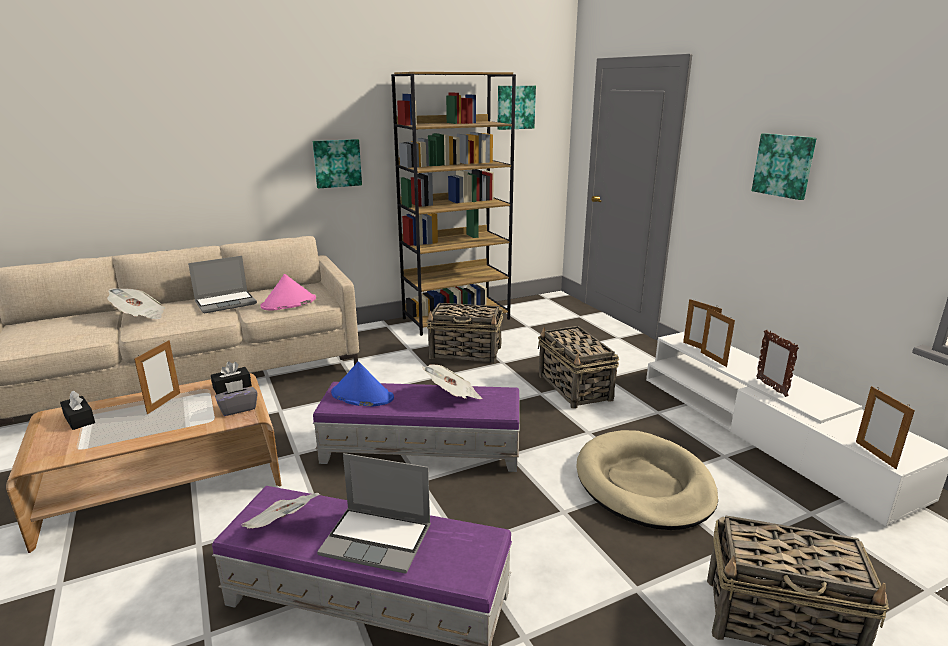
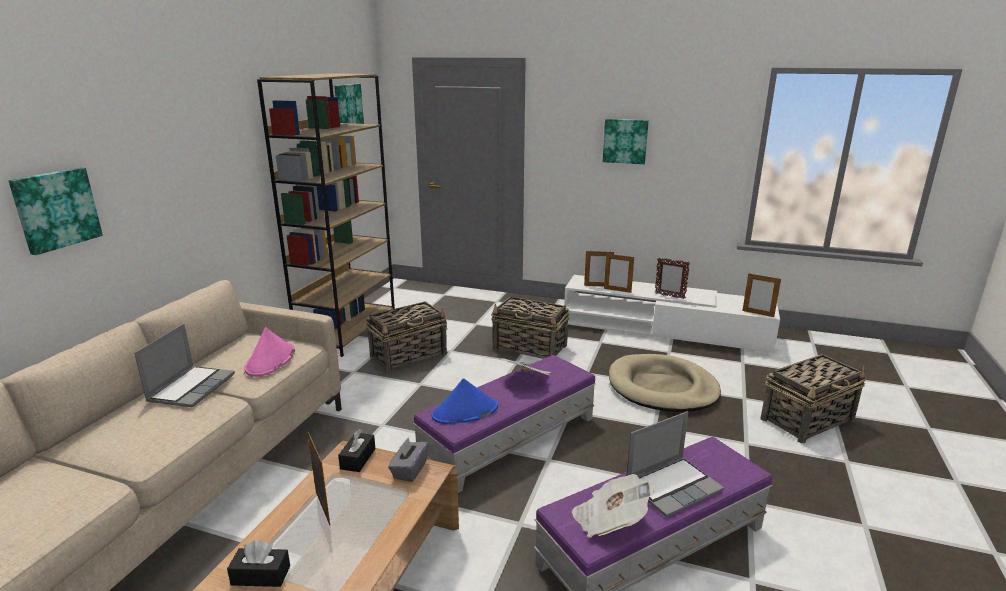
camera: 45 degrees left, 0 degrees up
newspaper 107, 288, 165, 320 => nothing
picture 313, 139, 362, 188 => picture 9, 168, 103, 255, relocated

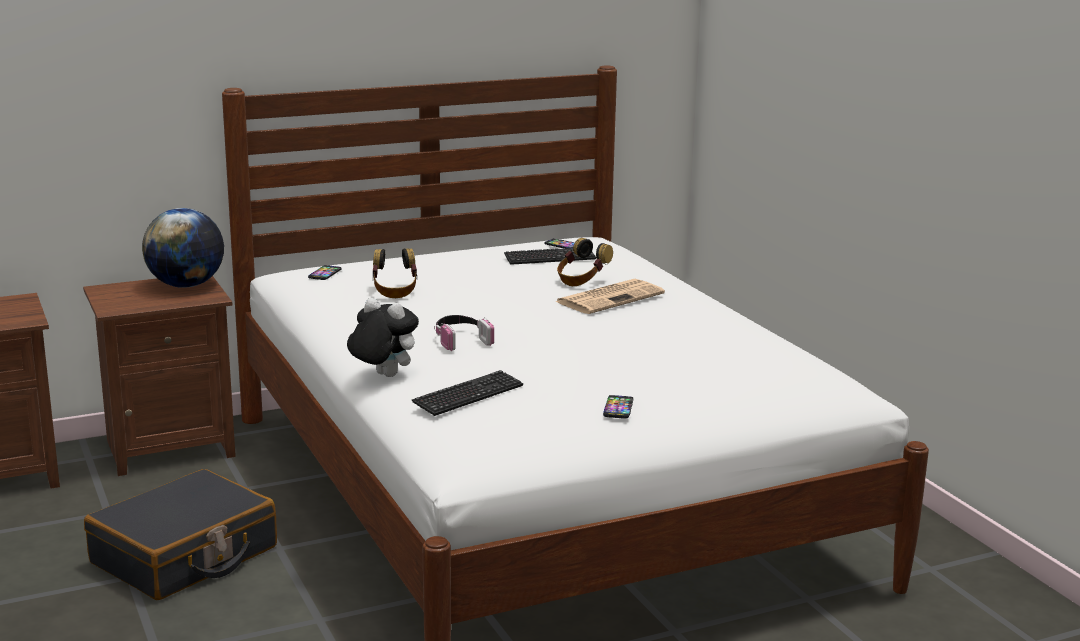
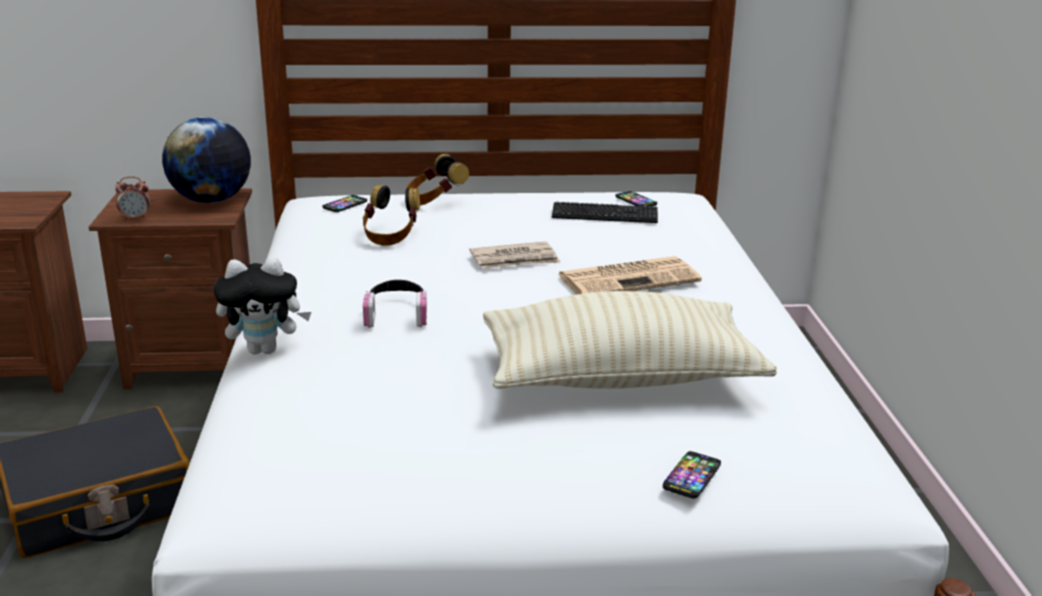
camera: 20 degrees right, 5 degrees up
plush toy 347, 298, 419, 377 => plush toy 214, 258, 311, 354, 120 degrees clockwise
keyboard 412, 370, 523, 416 => nothing
headphones 557, 238, 613, 286 => headphones 406, 154, 469, 205, relocated
phone 603, 395, 633, 419 => phone 663, 451, 721, 499, relocated
nothing => alarm clock 115, 177, 150, 221
nothing => newspaper 470, 242, 560, 269
nothing => beige pillow 483, 291, 777, 389

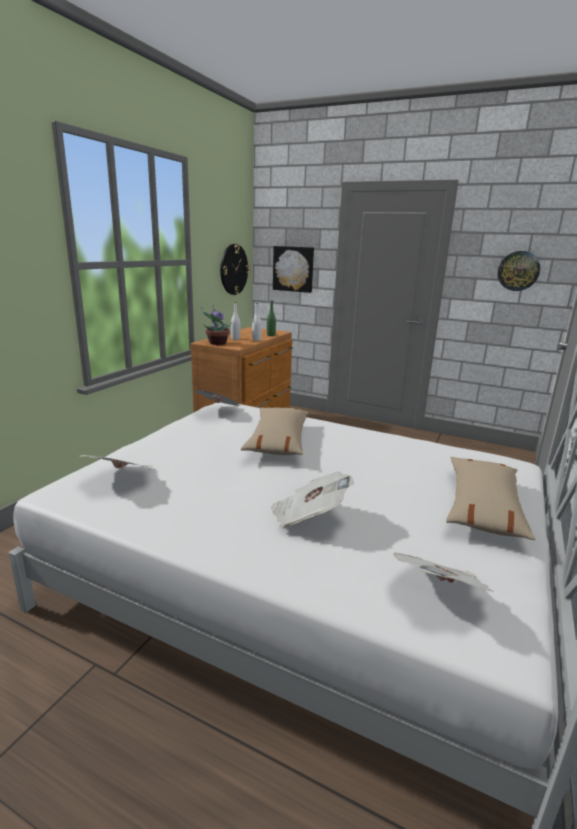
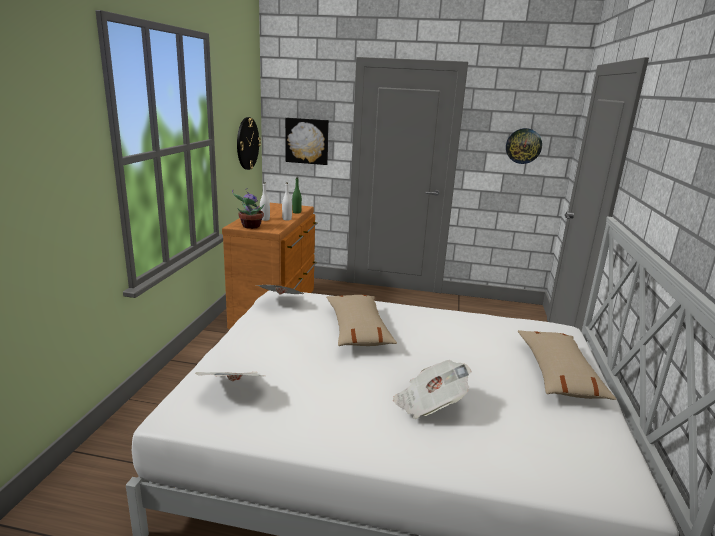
camera: 15 degrees left, 0 degrees up
newspaper 393, 553, 495, 593 => nothing

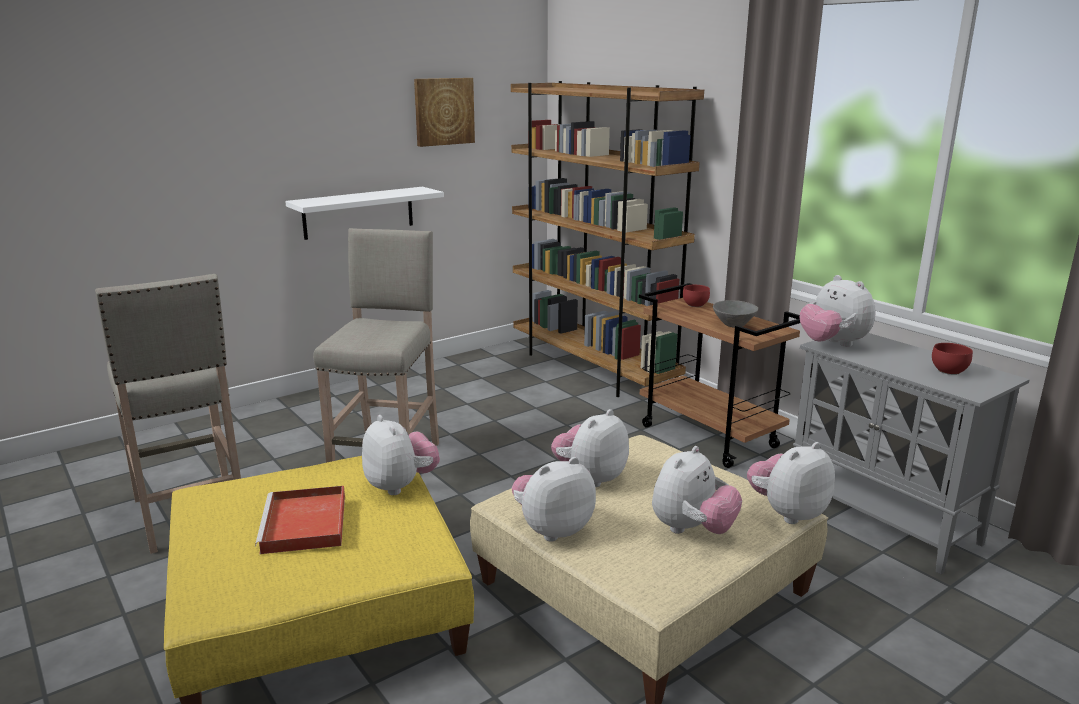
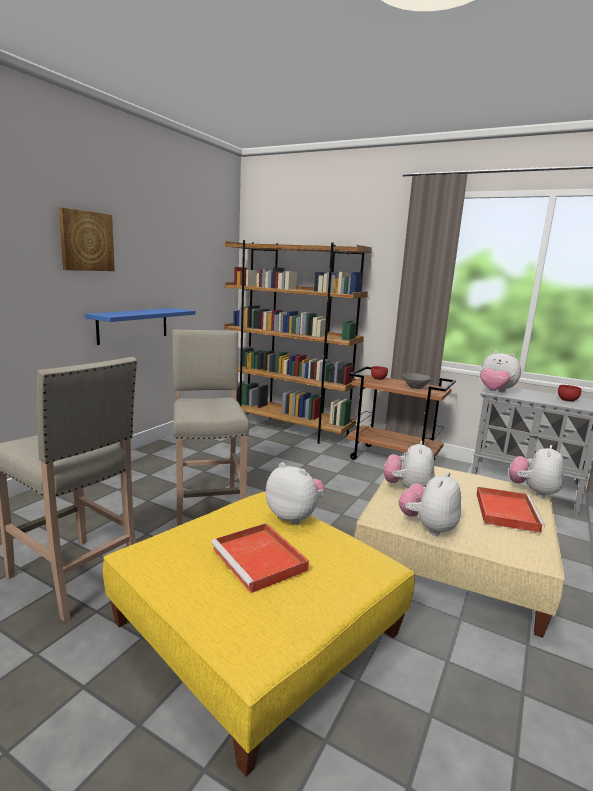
camera: 25 degrees left, 5 degrees down
white shelf 285, 187, 444, 240 => blue shelf 85, 308, 196, 345
picture 414, 78, 475, 147 => picture 59, 207, 115, 271, relocated
plush toy 652, 446, 742, 534 => red tray 477, 487, 545, 533

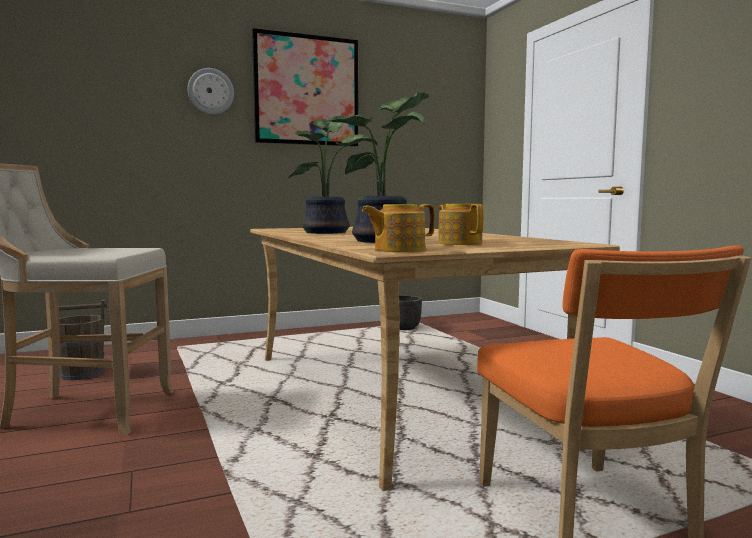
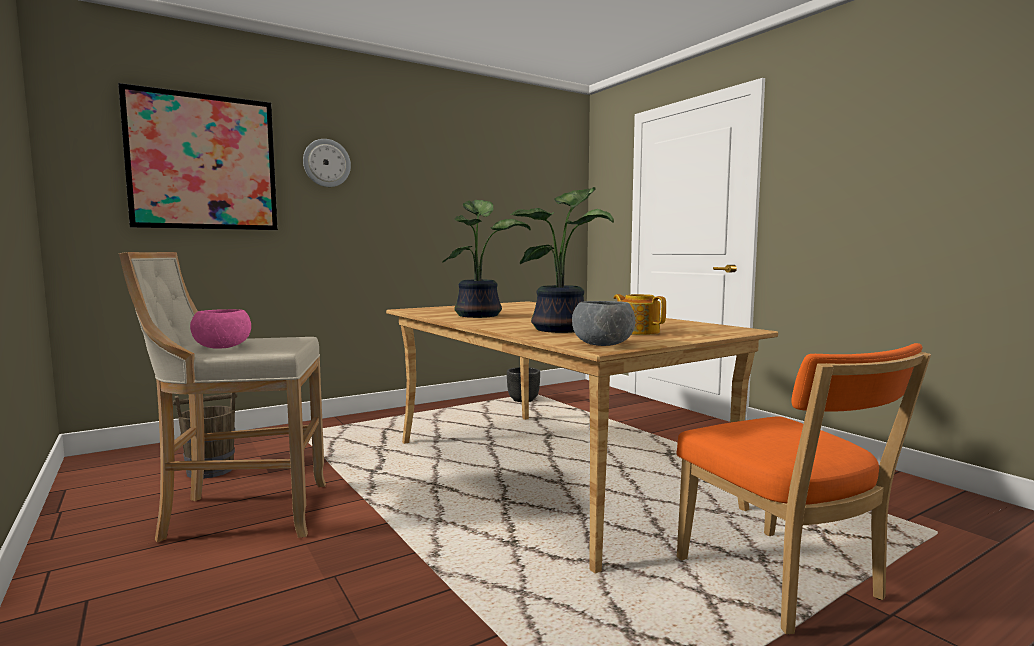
camera: 10 degrees left, 0 degrees up
picture 252, 28, 358, 147 => picture 118, 83, 278, 230, relocated
teapot 362, 204, 435, 252 => grey bowl 572, 301, 635, 346
nothing => pink bowl 190, 309, 251, 349

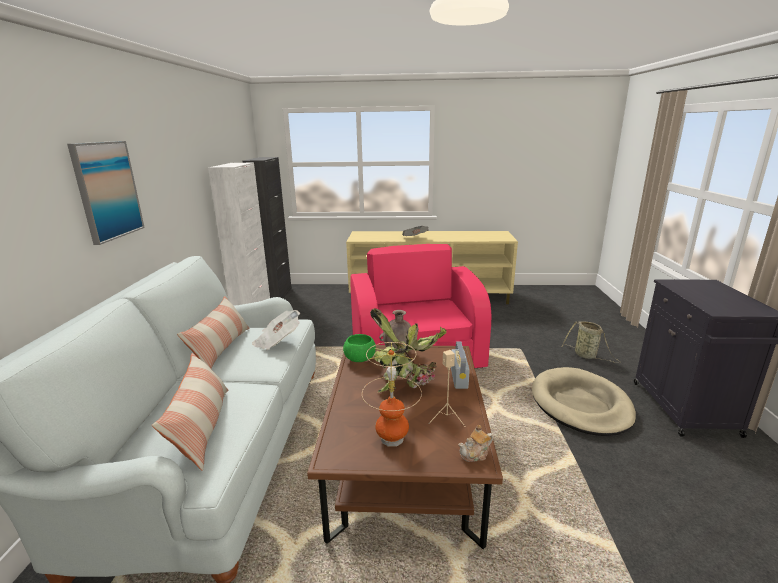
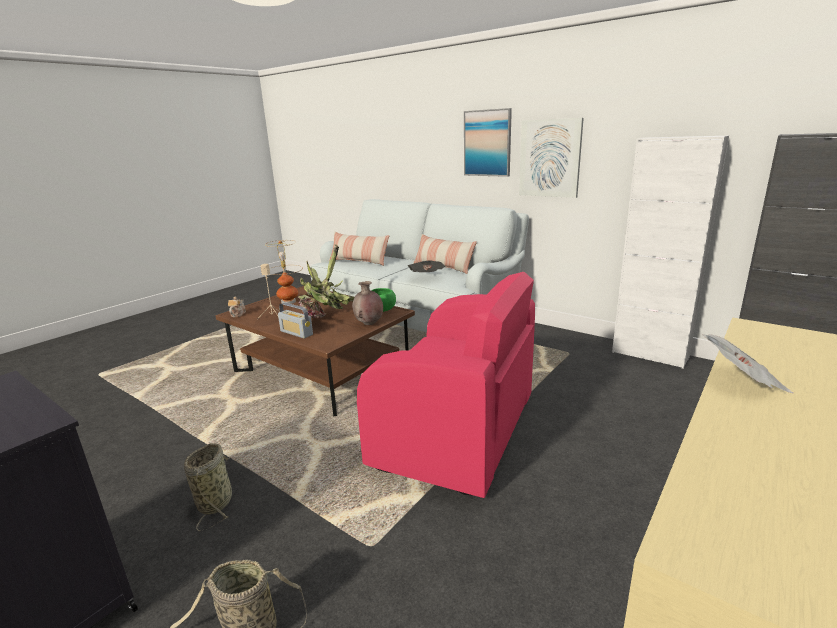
camera: 125 degrees right, 0 degrees up
beige dog bed 532, 367, 636, 436 => basket 184, 443, 232, 531
nothing => picture 519, 118, 584, 198

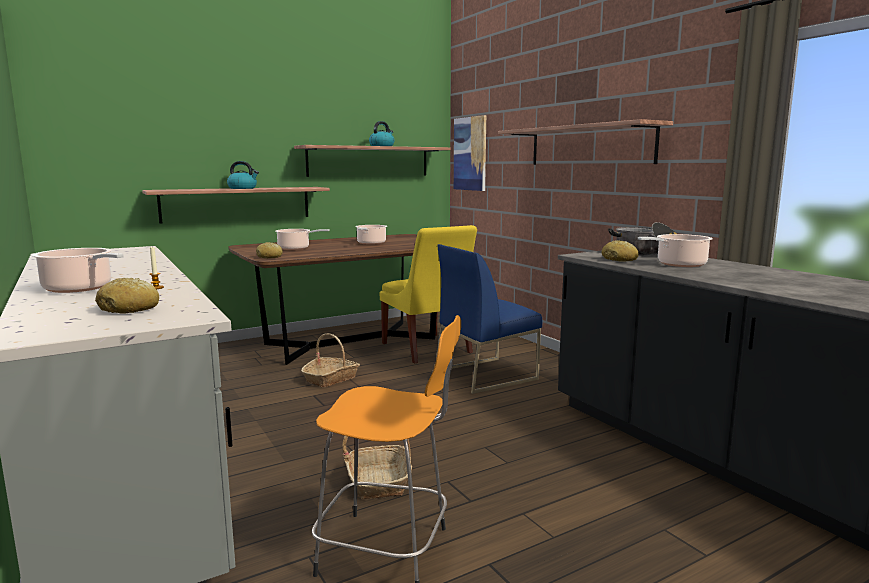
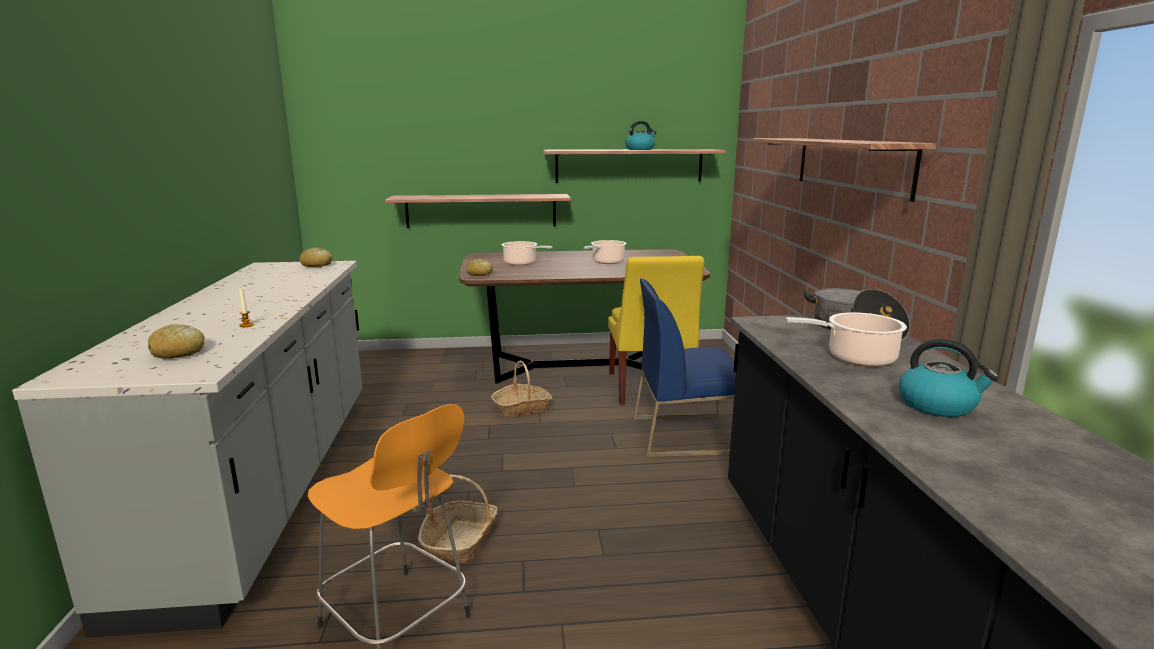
camera: 25 degrees right, 5 degrees up
cooking pot 32, 248, 124, 293 => nothing
kettle 227, 161, 259, 189 => kettle 899, 339, 999, 417, relocated
picture 454, 115, 486, 191 => nothing
bread 601, 240, 639, 262 => bread 300, 247, 332, 267, relocated

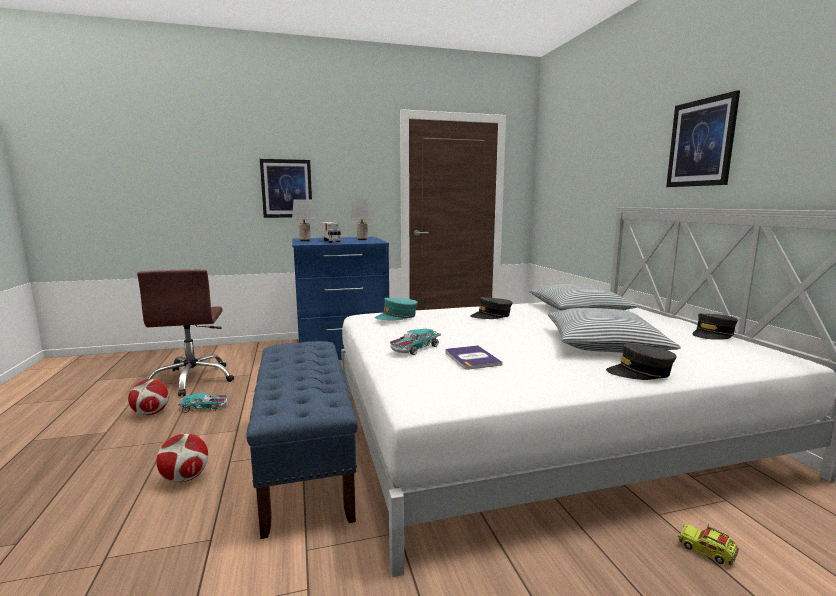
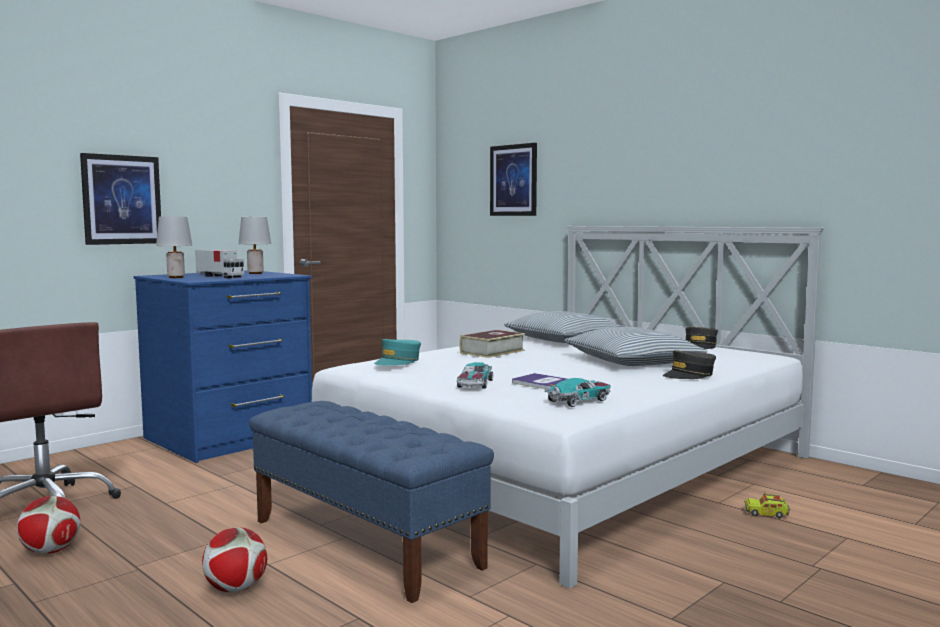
camera: 30 degrees left, 5 degrees down
toy car 178, 393, 227, 413 => toy car 545, 378, 611, 407, relocated
grey cap 470, 297, 512, 319 => book 459, 330, 525, 358
picture 666, 90, 740, 187 => picture 490, 143, 537, 216, relocated

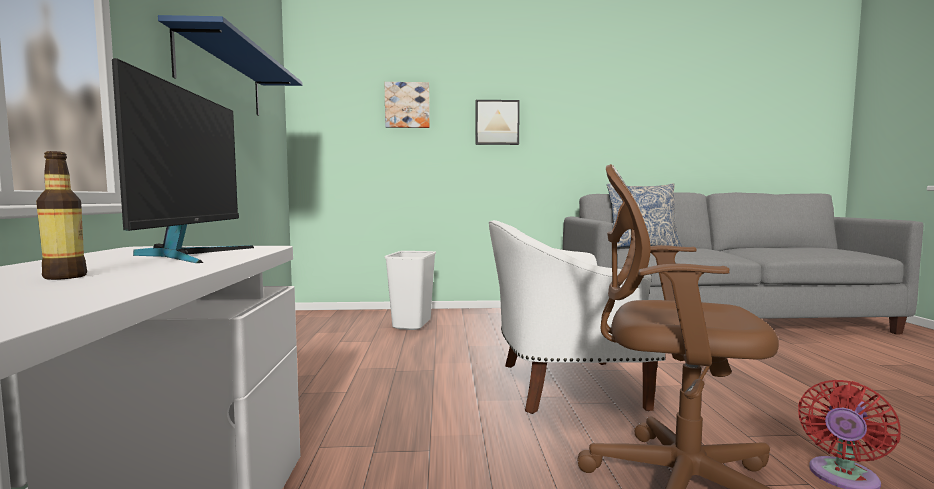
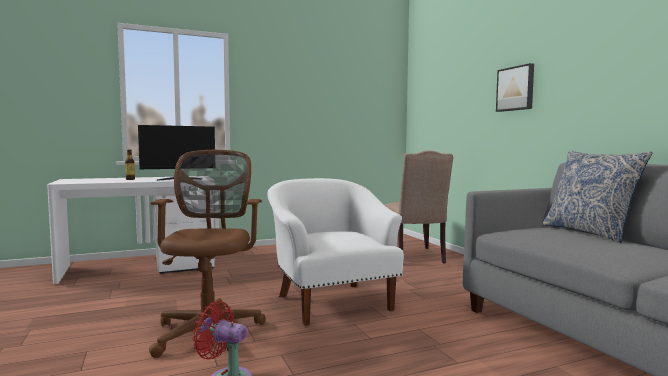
camera: 70 degrees right, 0 degrees up
blue shelf 158, 15, 303, 115 => nothing
picture 385, 82, 430, 128 => nothing
white trash can 385, 251, 436, 330 => beige chair 384, 150, 453, 265

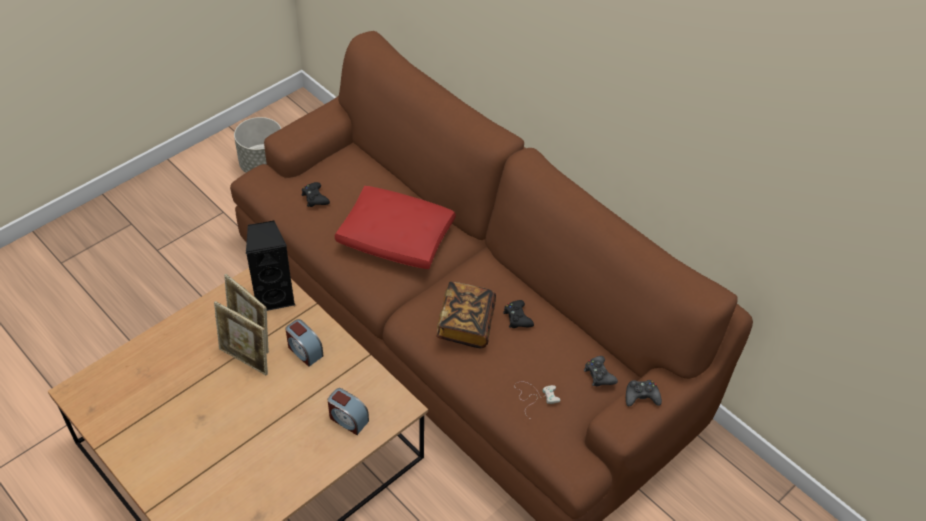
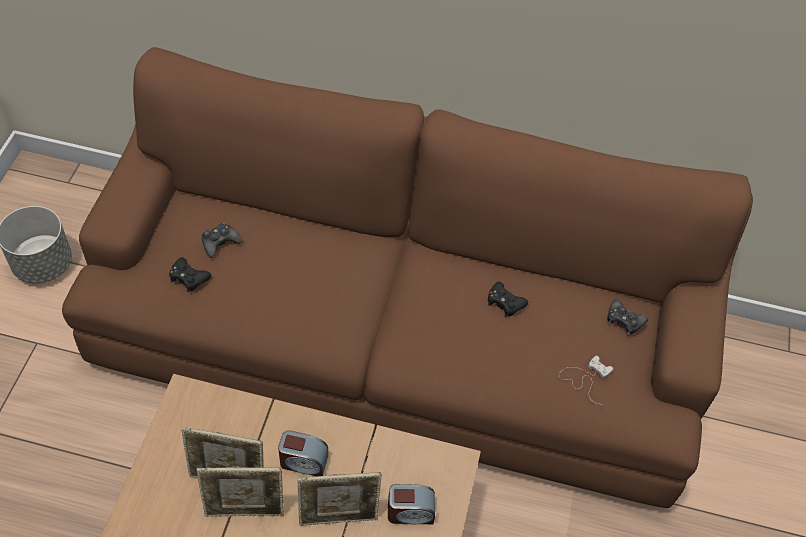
camera: 35 degrees left, 5 degrees up
black speaker 246, 221, 295, 311 => nothing
red pillow 335, 186, 456, 269 => nothing
book 436, 281, 496, 349 => nothing
black game controller 626, 380, 662, 406 => black game controller 202, 223, 242, 258, relocated
nothing => picture frame 297, 472, 382, 526

